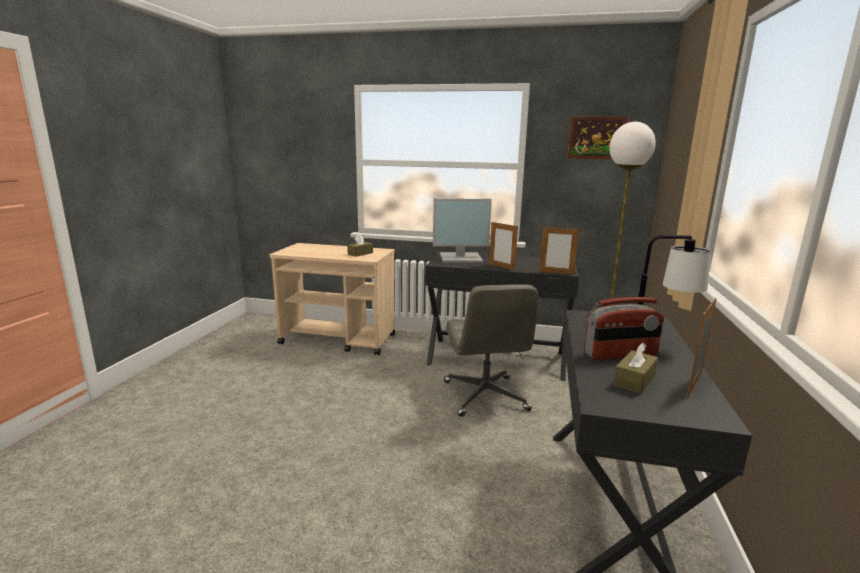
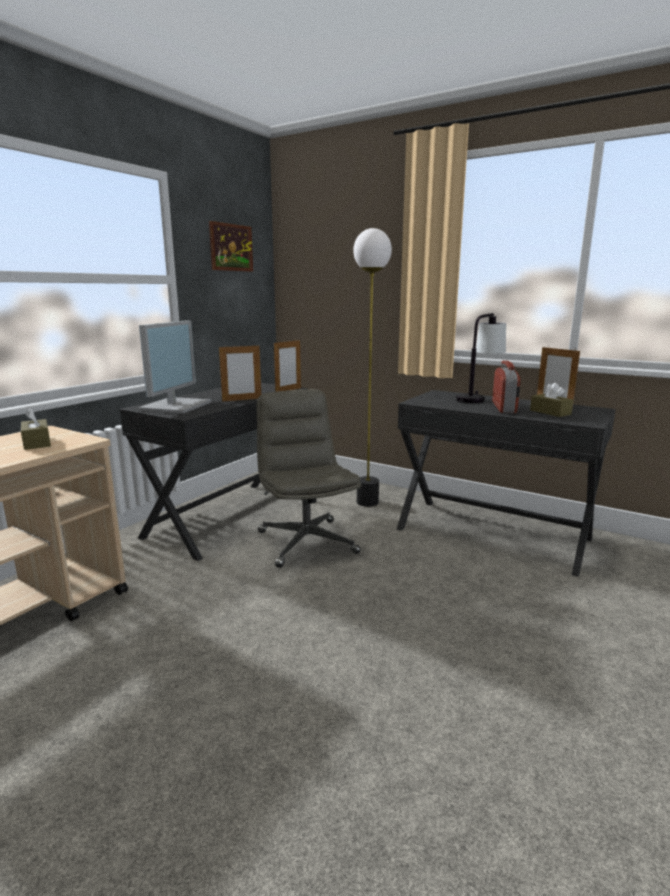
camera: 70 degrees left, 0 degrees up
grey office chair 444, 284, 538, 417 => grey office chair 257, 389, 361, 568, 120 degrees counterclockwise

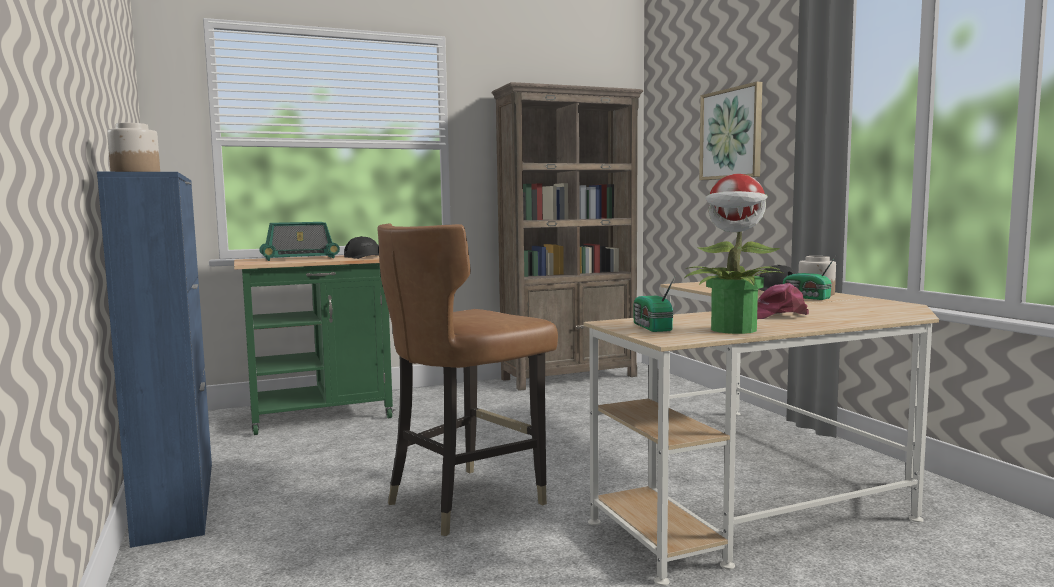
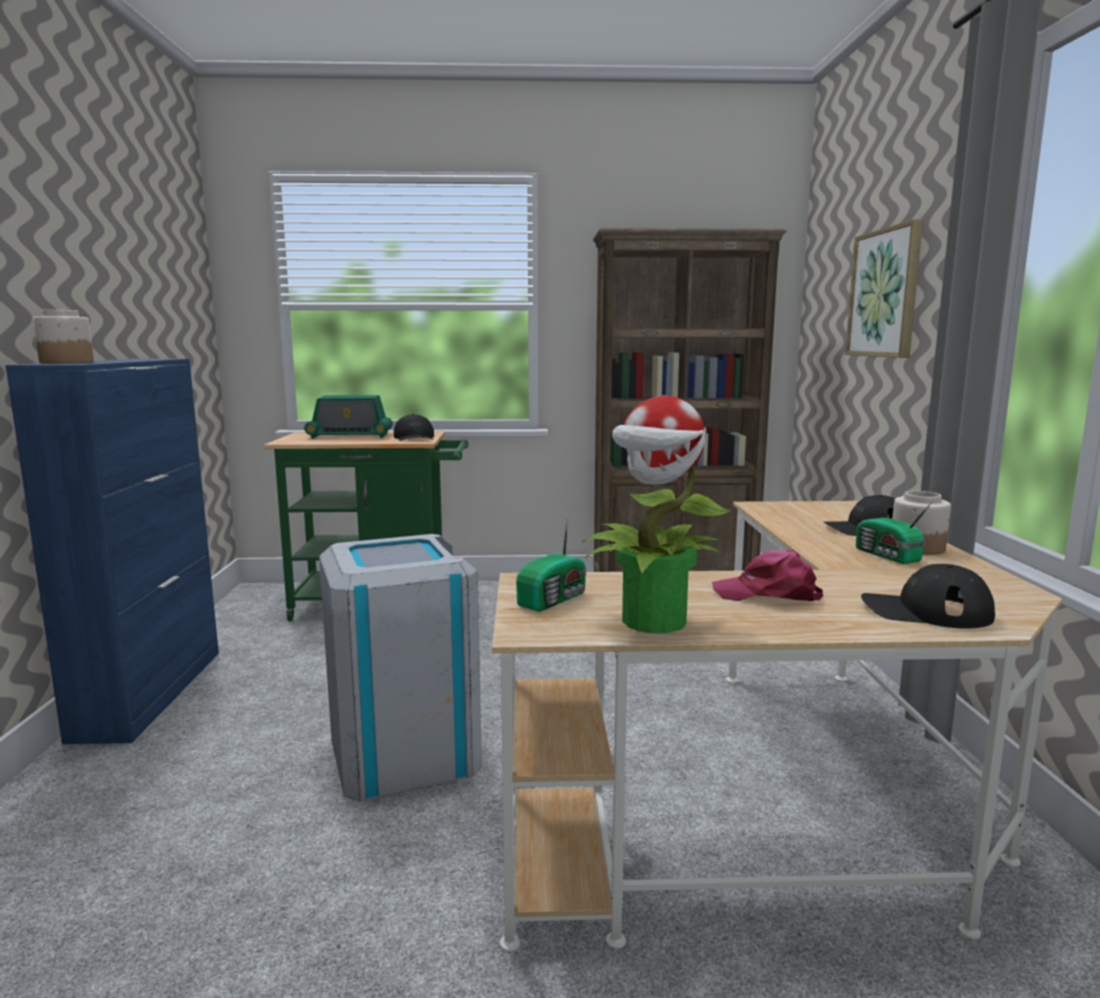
camera: 20 degrees right, 5 degrees up
brown chair 377, 223, 558, 536 => grey trash can 319, 534, 482, 801
radio 634, 275, 676, 332 => radio 516, 515, 587, 612, 150 degrees counterclockwise
nothing => black cap 861, 564, 995, 629

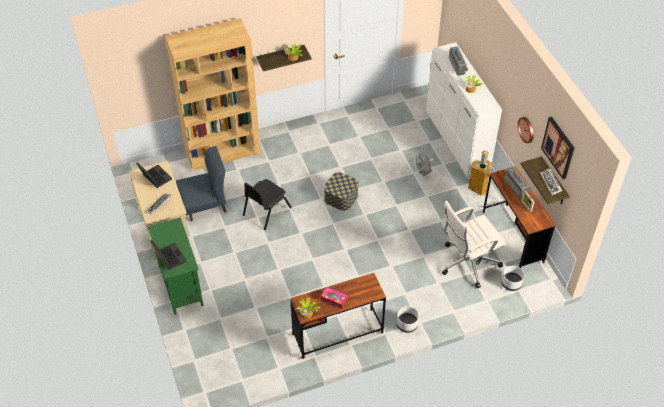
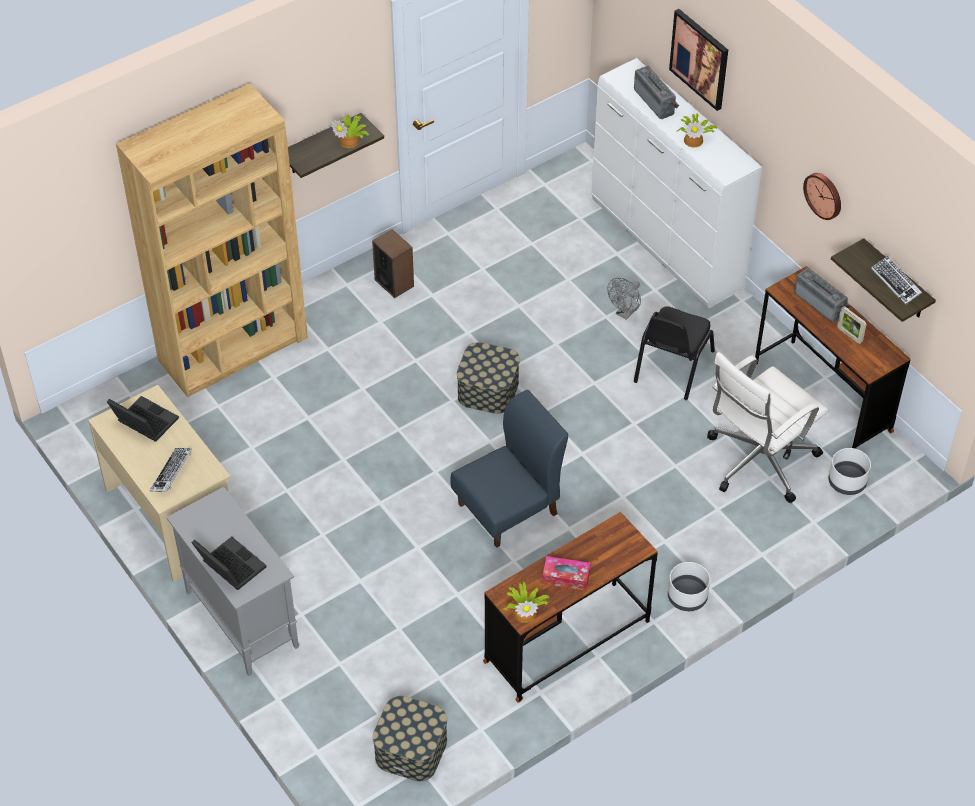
camera: 15 degrees left, 0 degrees up
green cabinet 148, 217, 204, 315 => grey cabinet 166, 487, 299, 676
blue chair 176, 146, 227, 221 => blue chair 450, 390, 568, 548, relocated
black chair 243, 179, 292, 230 => black chair 634, 306, 715, 400, relocated
trash can 468, 151, 492, 196 => nothing
picture 541, 117, 574, 179 => picture 669, 9, 728, 111, relocated
nothing => speaker 372, 229, 414, 298
nothing => storage box 373, 696, 447, 781

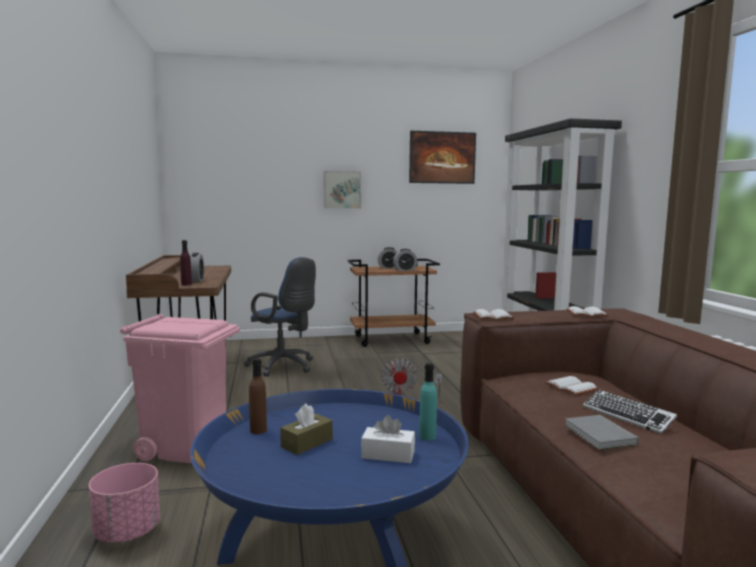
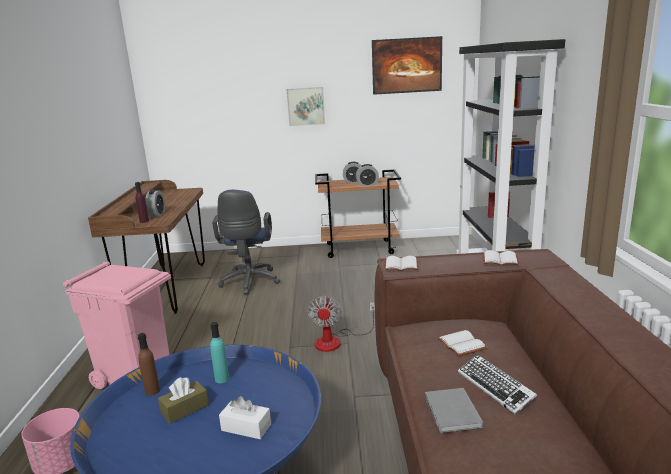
camera: 10 degrees right, 10 degrees up
blue office chair 244, 257, 316, 376 => blue office chair 212, 190, 280, 295, 45 degrees clockwise
turquoise bottle 419, 363, 437, 441 => turquoise bottle 210, 322, 229, 383, relocated

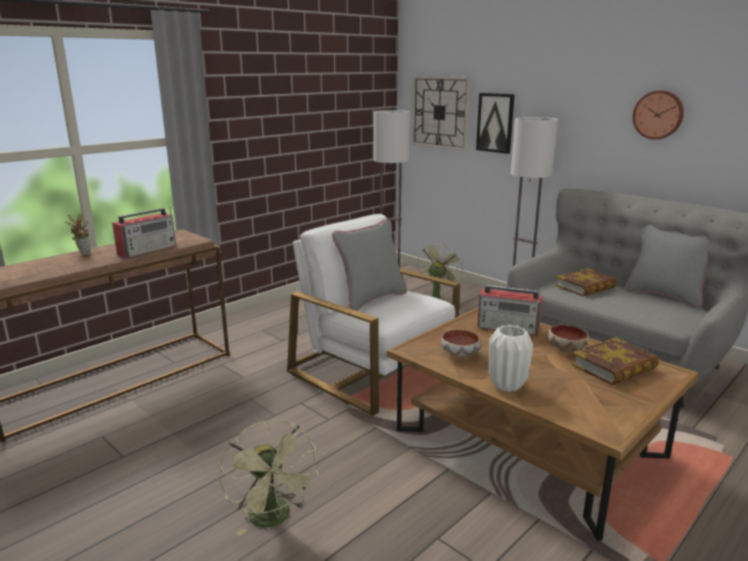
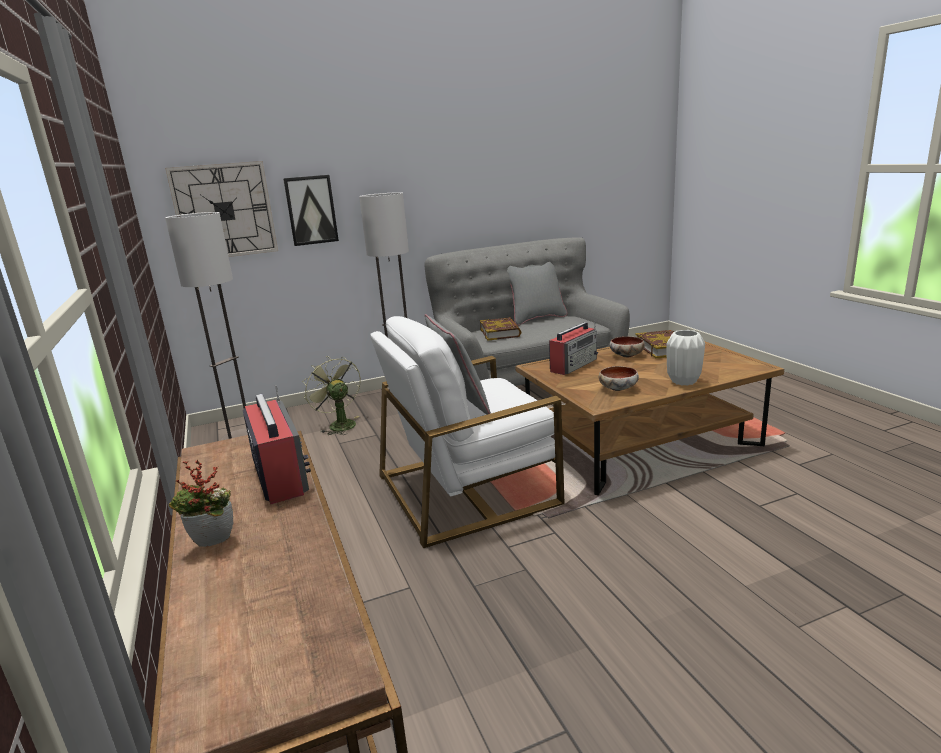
camera: 65 degrees left, 0 degrees up
green fan 219, 420, 319, 536 => nothing
wall clock 633, 90, 684, 140 => nothing

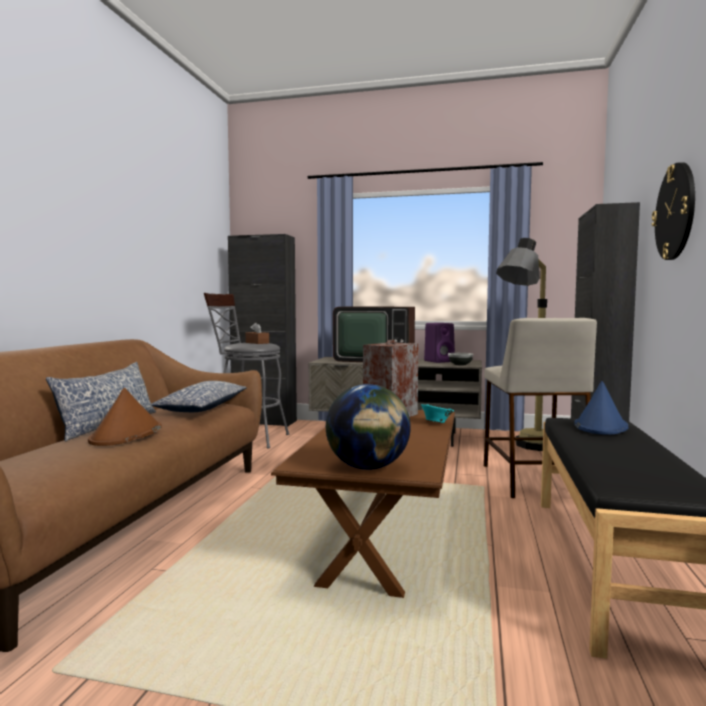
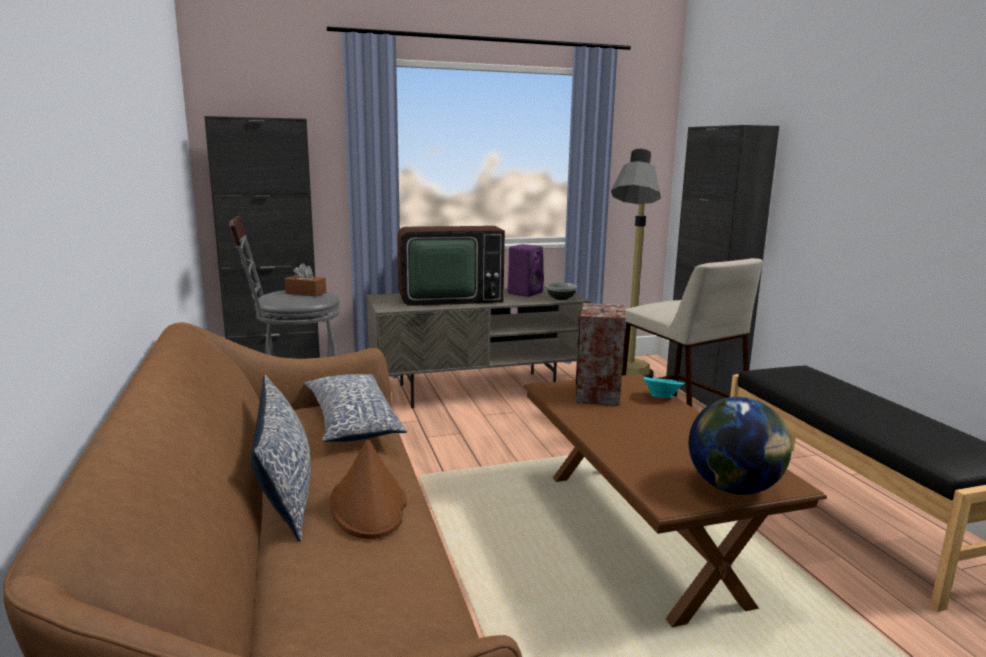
camera: 30 degrees left, 10 degrees up
blue hat 574, 381, 628, 435 => nothing
wall clock 652, 162, 695, 260 => nothing

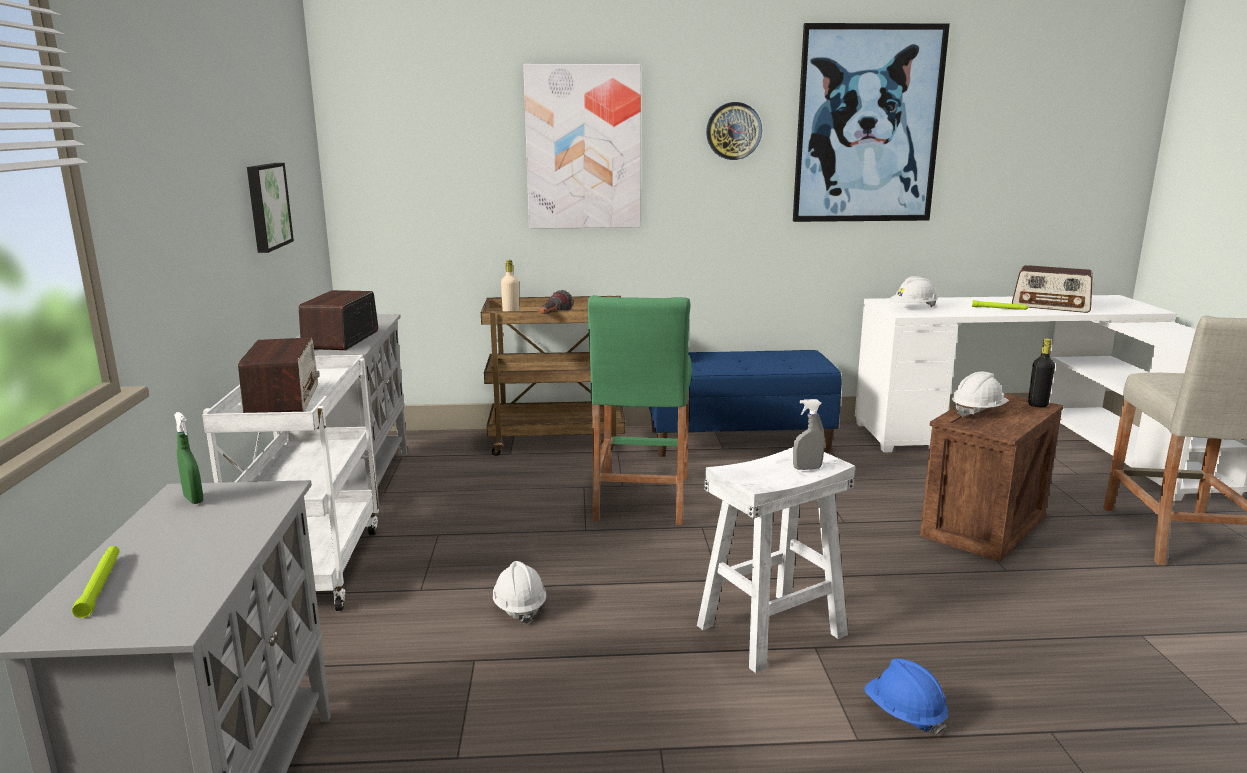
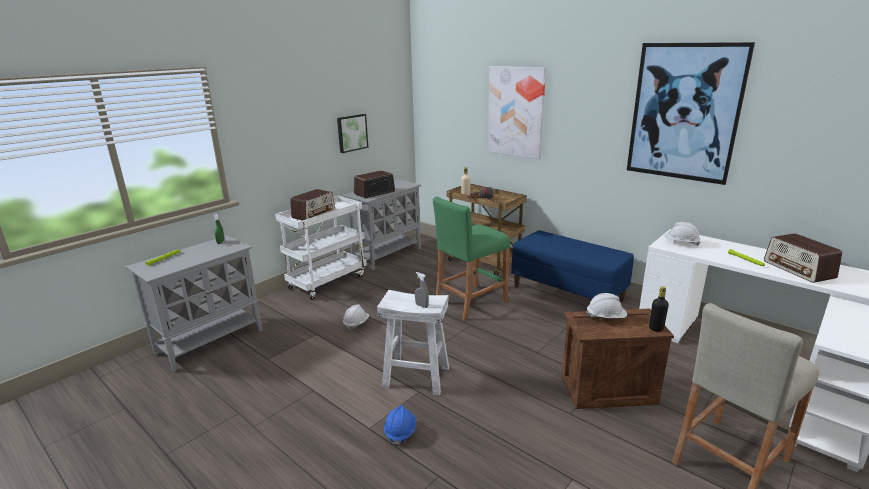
camera: 45 degrees right, 5 degrees up
wall clock 706, 102, 762, 160 => nothing

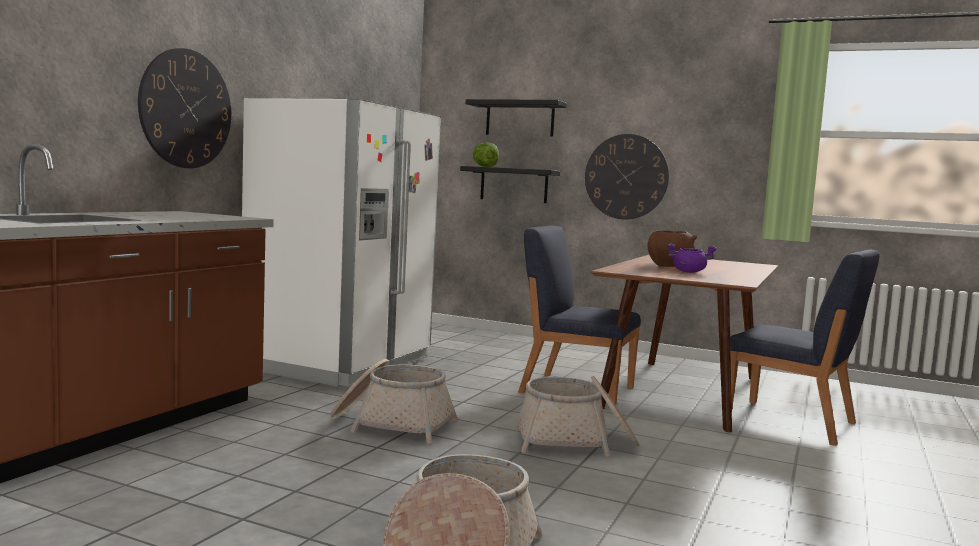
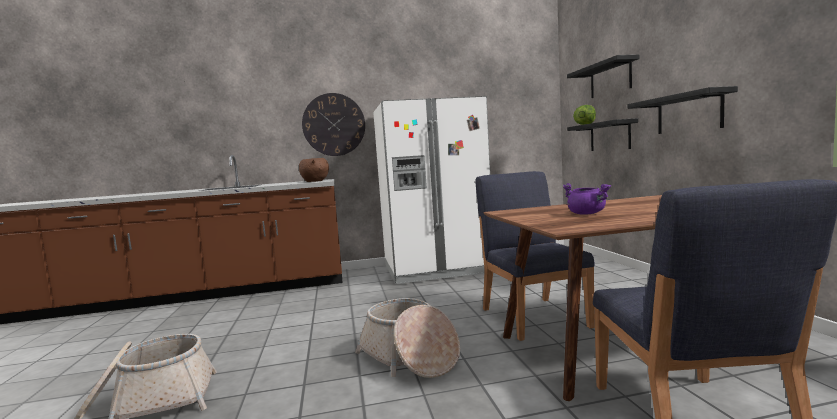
camera: 55 degrees right, 0 degrees up
basket 330, 359, 458, 444 => nothing
wall clock 585, 134, 669, 220 => black shelf 628, 86, 738, 134
brown bowl 648, 231, 697, 267 => brown bowl 299, 158, 329, 182, relocated

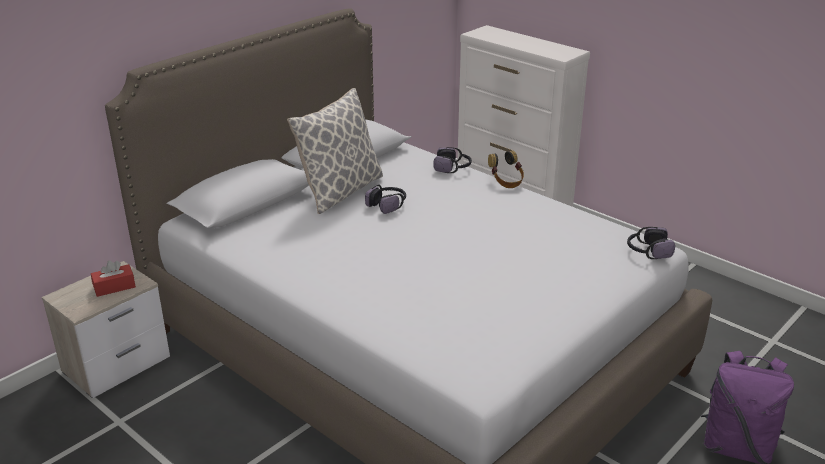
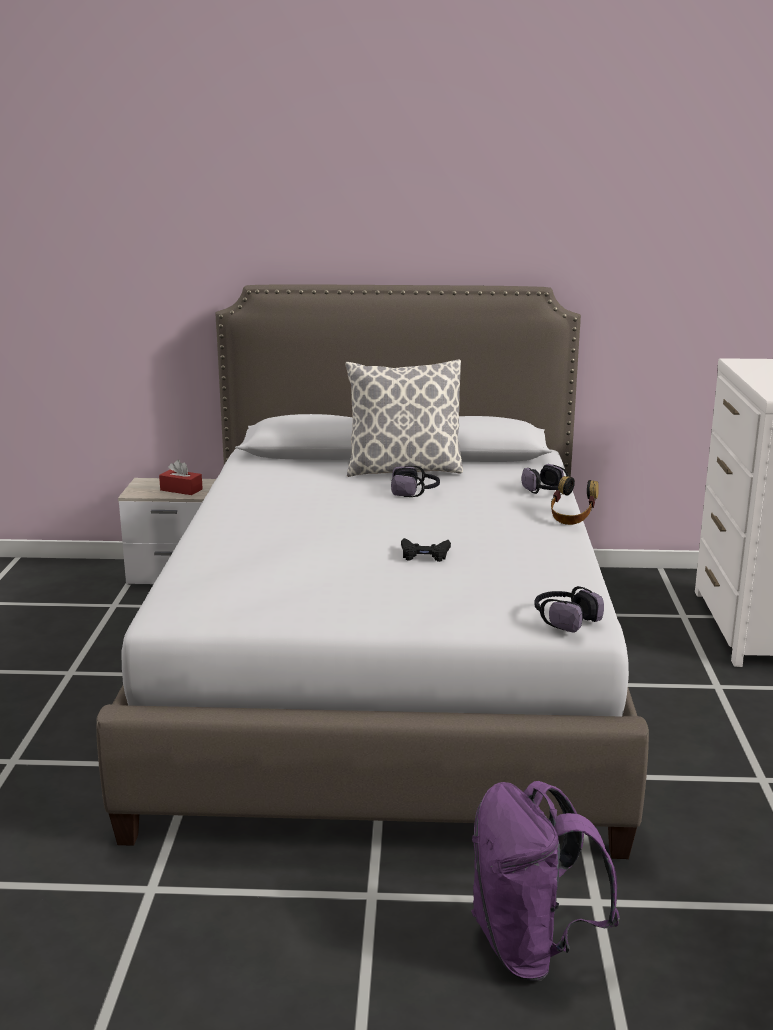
camera: 50 degrees right, 10 degrees down
nothing => black game controller 401, 538, 451, 562

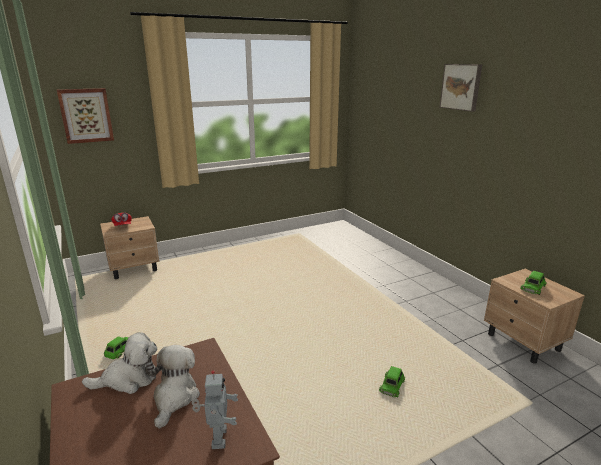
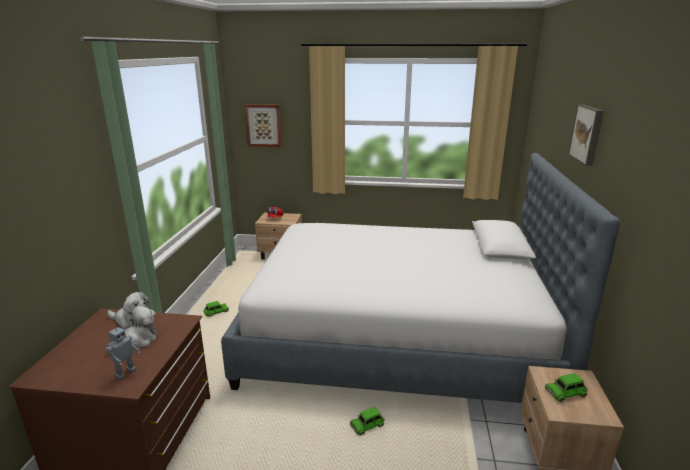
camera: 35 degrees right, 0 degrees up
nothing => bed 221, 153, 620, 403

